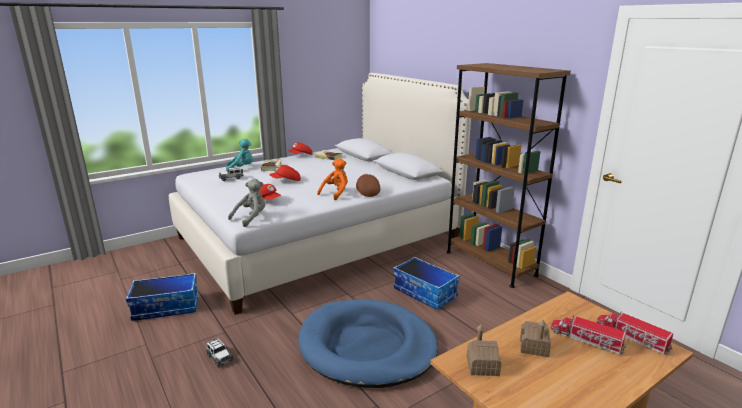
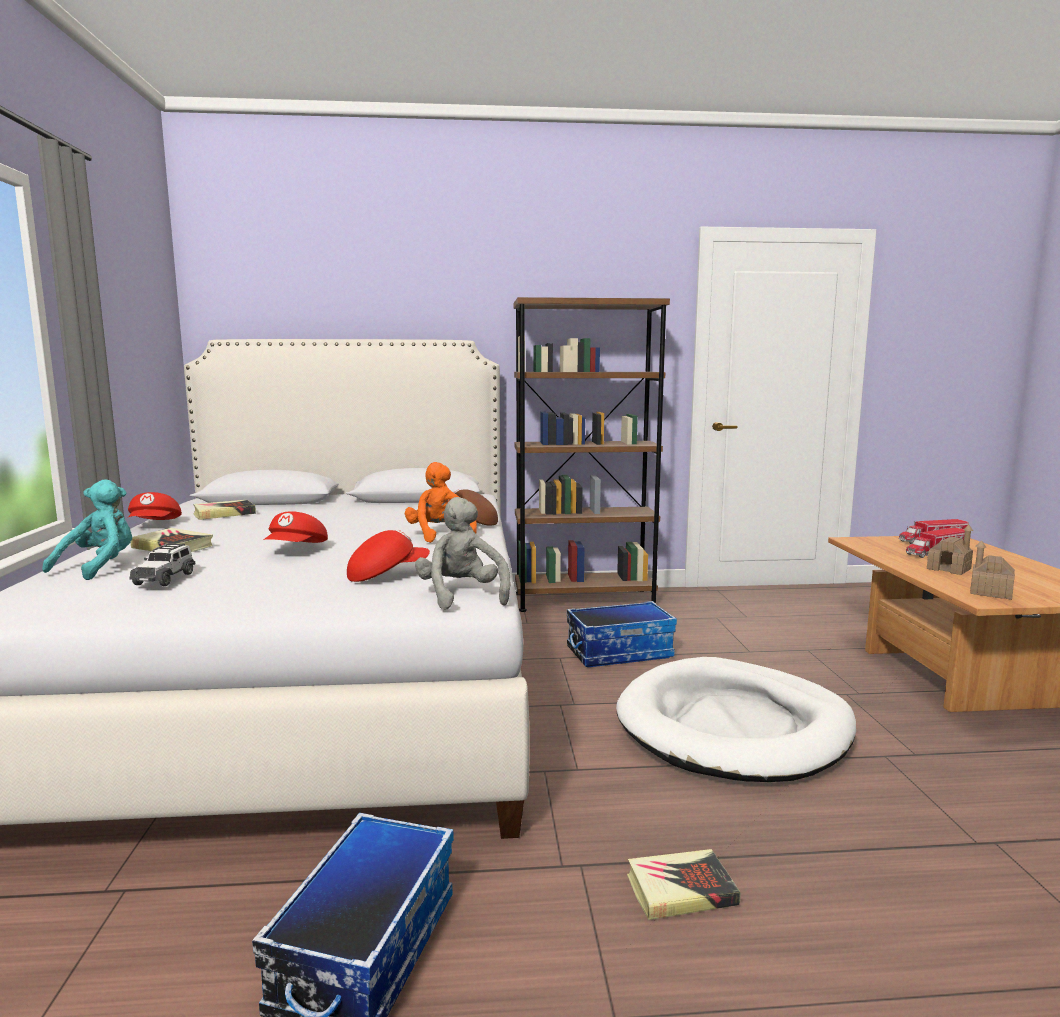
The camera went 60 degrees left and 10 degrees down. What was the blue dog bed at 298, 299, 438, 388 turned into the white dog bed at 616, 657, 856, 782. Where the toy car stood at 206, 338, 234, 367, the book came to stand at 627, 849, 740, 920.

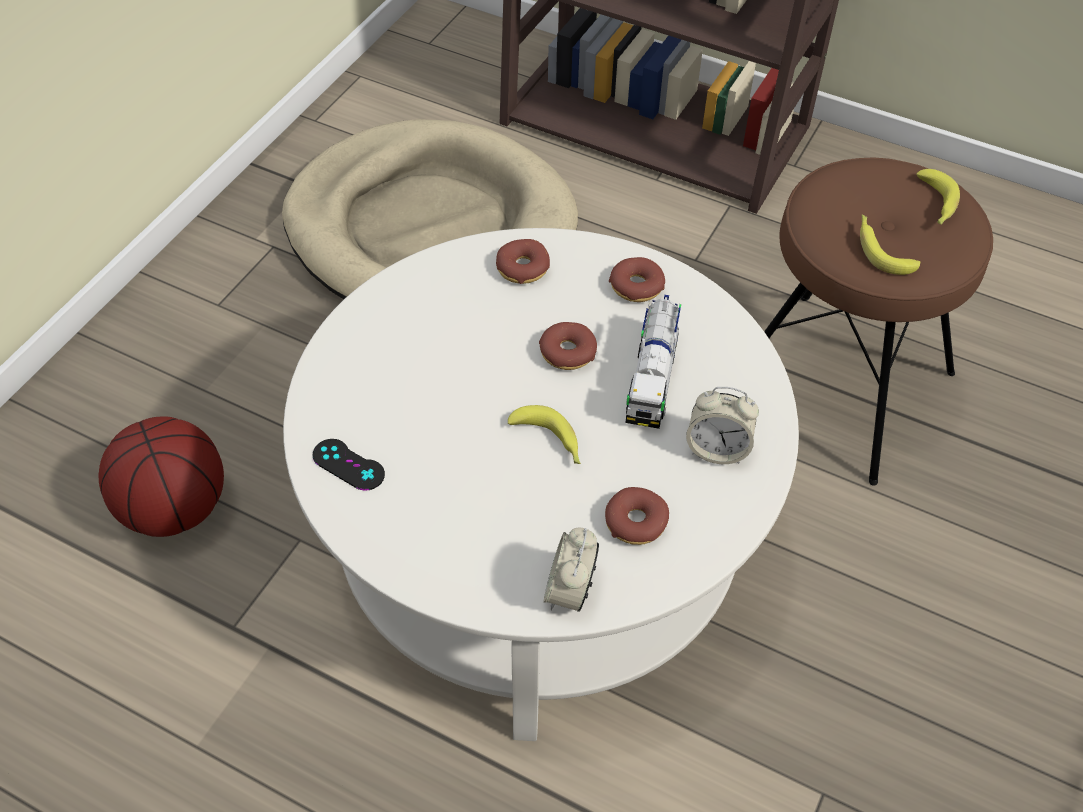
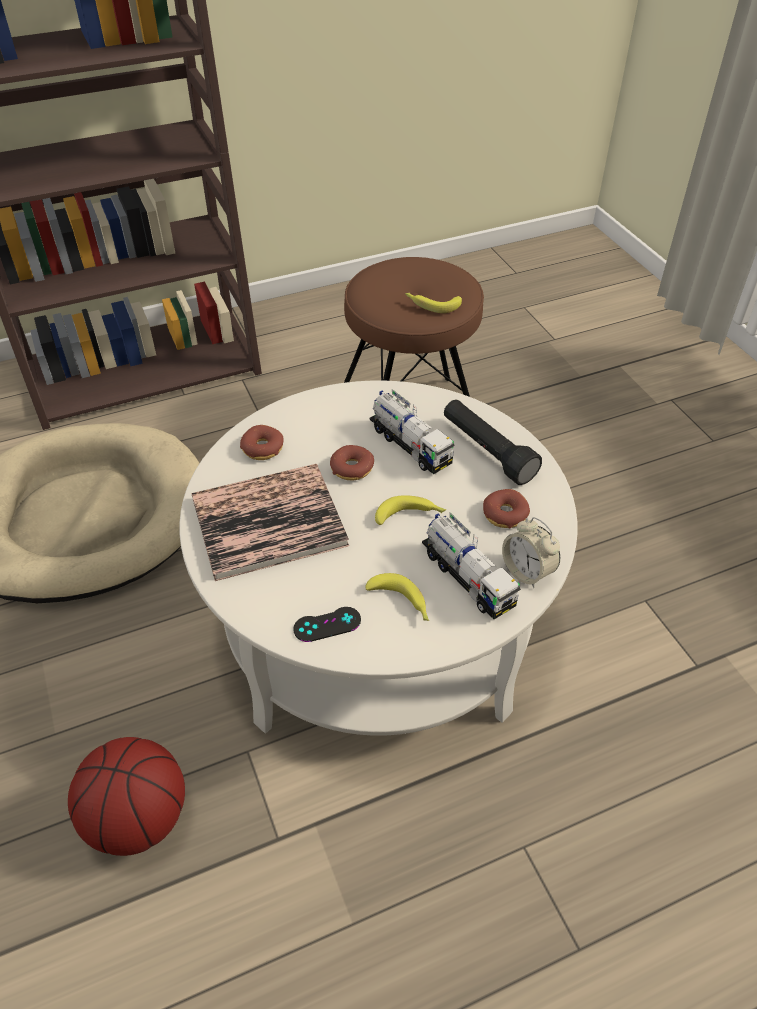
The camera went 50 degrees left and 5 degrees down. The banana ended up elsewhere, having gone from 916, 169, 960, 225 to 365, 573, 429, 621. The second view lost the donut at 609, 257, 665, 302. Where the alarm clock stood at 686, 387, 759, 464, the black flashlight came to stand at 444, 399, 542, 485. The second view gained the book at 191, 464, 349, 581. The second view gained the toy truck at 422, 513, 521, 619.

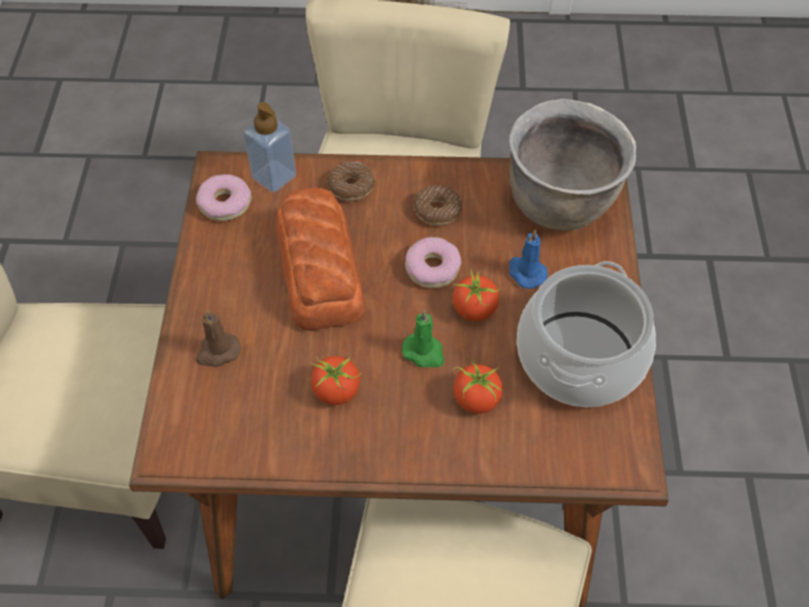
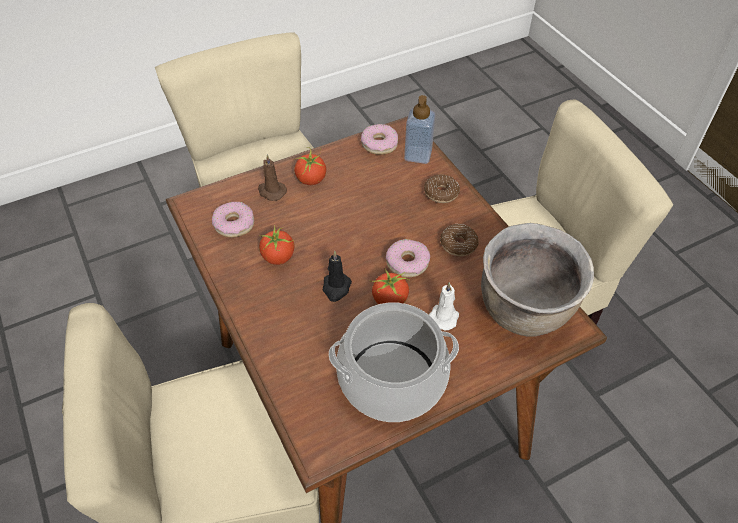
The camera went 60 degrees right and 5 degrees down. The second view lost the bread at 275, 188, 366, 331. What was the blue candle at 509, 230, 548, 289 turned into the white candle at 429, 282, 459, 330. What was the green candle at 402, 310, 444, 367 turned into the black candle at 323, 251, 352, 302. The tomato ended up elsewhere, having gone from 453, 354, 503, 414 to 294, 147, 326, 185. The second view gained the donut at 212, 201, 254, 237.

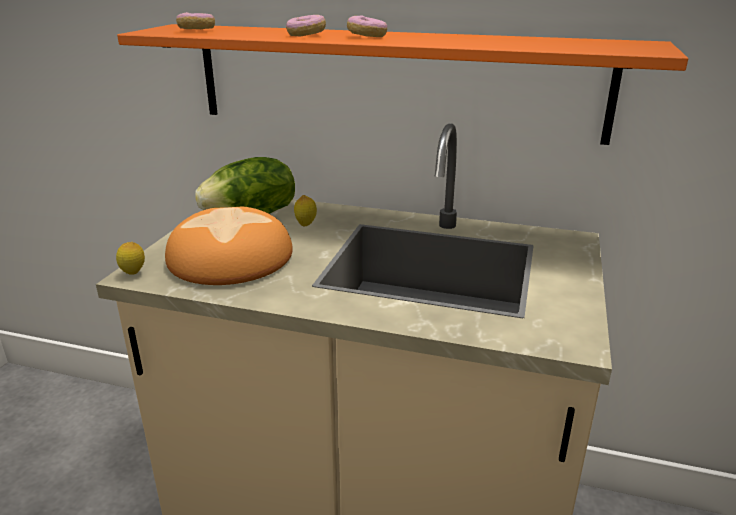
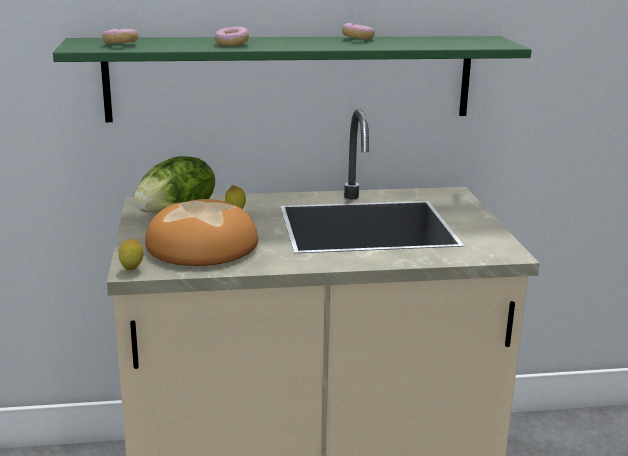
The camera went 25 degrees left and 5 degrees down. The donut ended up elsewhere, having gone from 347, 15, 387, 37 to 342, 23, 375, 40. What was the orange shelf at 117, 24, 688, 145 turned into the green shelf at 53, 36, 532, 122.

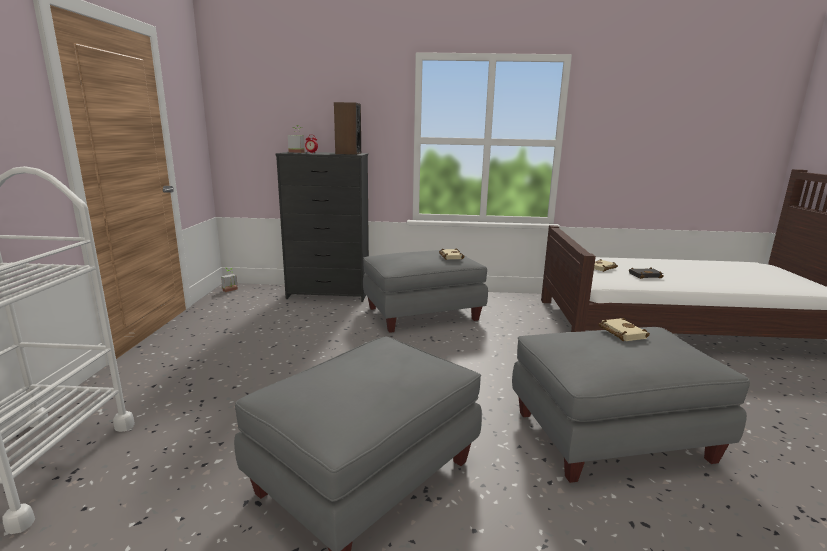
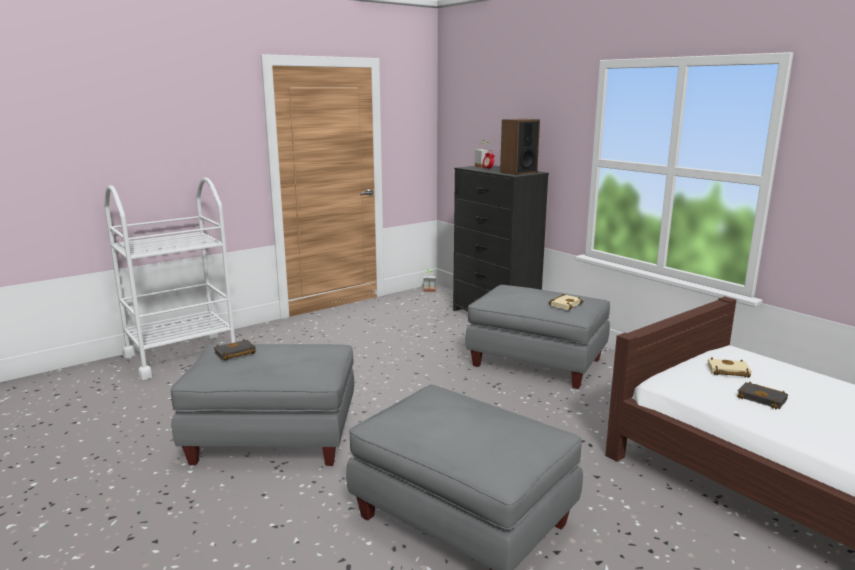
The camera went 50 degrees right and 0 degrees up. The second view lost the beige book at 598, 318, 650, 341. The second view gained the black book at 214, 339, 256, 361.

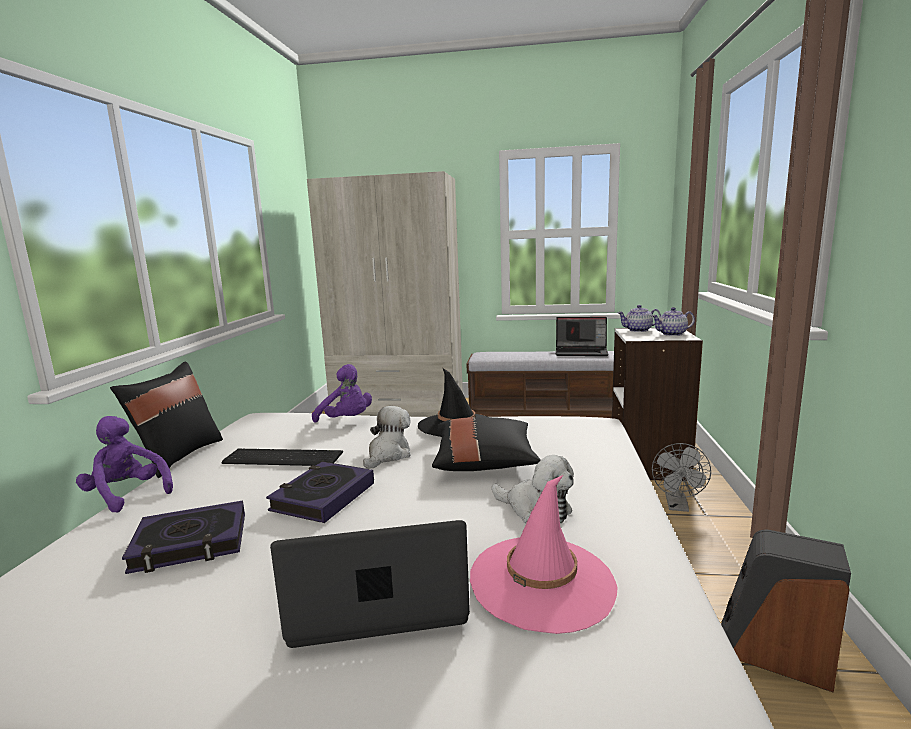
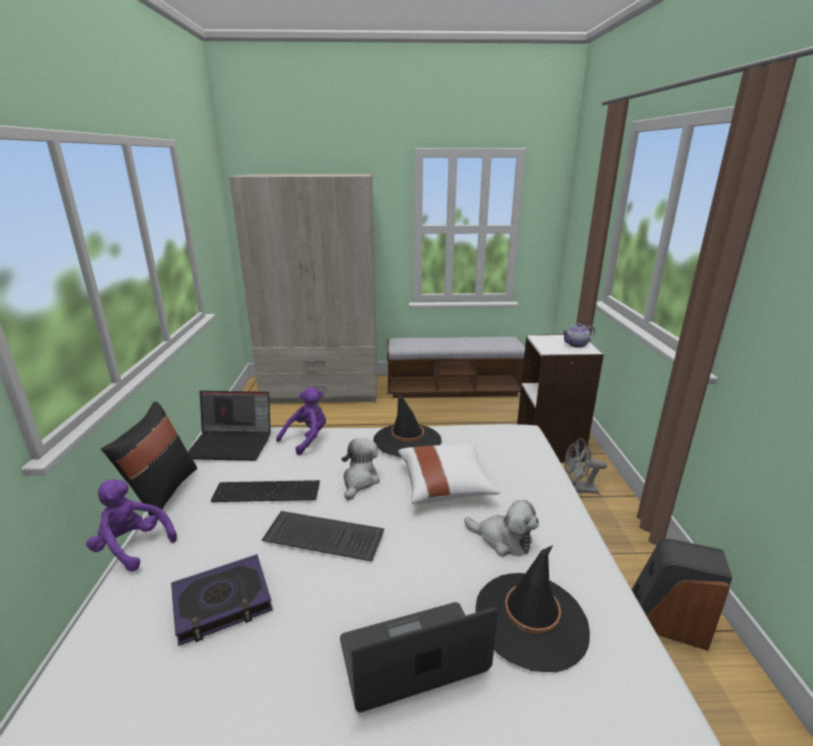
The camera went 10 degrees left and 10 degrees up. The second view lost the teapot at 618, 305, 661, 332. The laptop ended up elsewhere, having gone from 556, 317, 609, 356 to 188, 391, 271, 461. The purple plush toy at 312, 364, 372, 423 ended up facing another way, 75 degrees counterclockwise from before. What was the black pillow at 432, 417, 541, 471 turned into the white pillow at 398, 444, 500, 504. The grey fan at 652, 443, 711, 512 ended up facing another way, 90 degrees clockwise from before. Where the book stood at 266, 462, 374, 523, the keyboard came to stand at 262, 511, 385, 562. What was the pink hat at 470, 475, 617, 634 turned into the black hat at 475, 545, 590, 672.

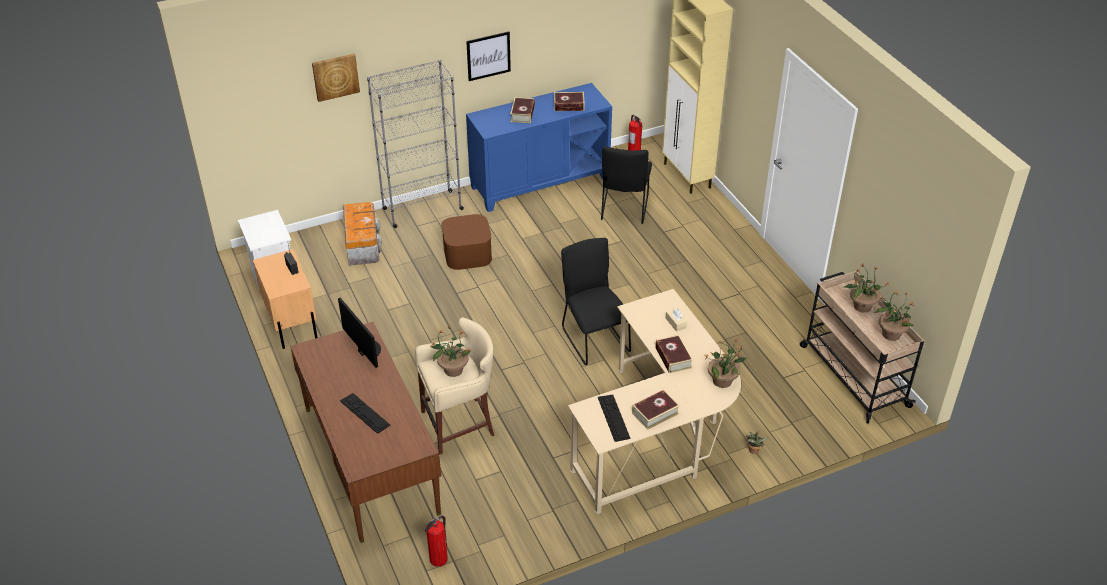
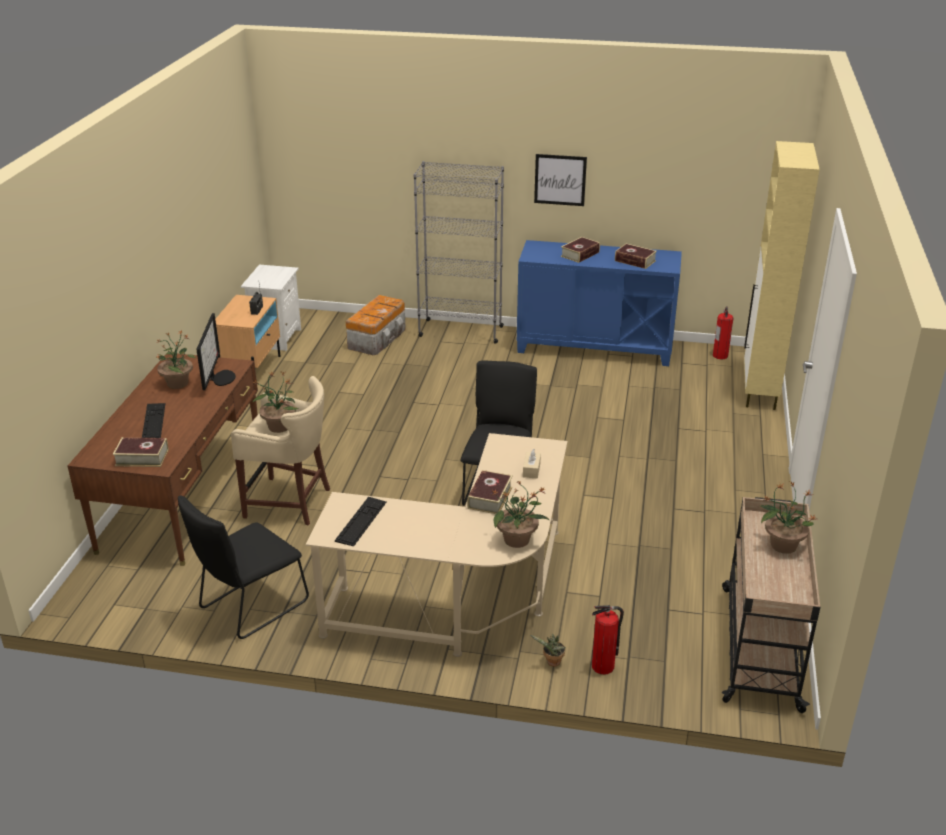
The camera went 35 degrees right and 10 degrees down. The second view lost the picture at 312, 54, 360, 102. The black chair ended up elsewhere, having gone from 601, 147, 652, 224 to 178, 496, 309, 639. The second view lost the brown storage box at 441, 214, 492, 270. The potted plant ended up elsewhere, having gone from 875, 291, 915, 341 to 156, 331, 196, 389. The book ended up elsewhere, having gone from 632, 390, 680, 430 to 113, 437, 169, 467. The fire extinguisher ended up elsewhere, having gone from 425, 516, 448, 567 to 592, 605, 624, 674.

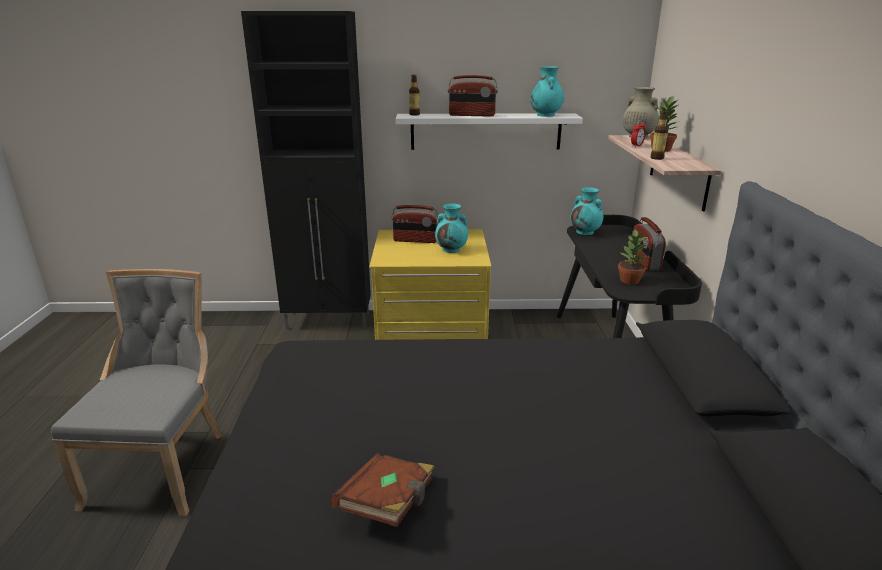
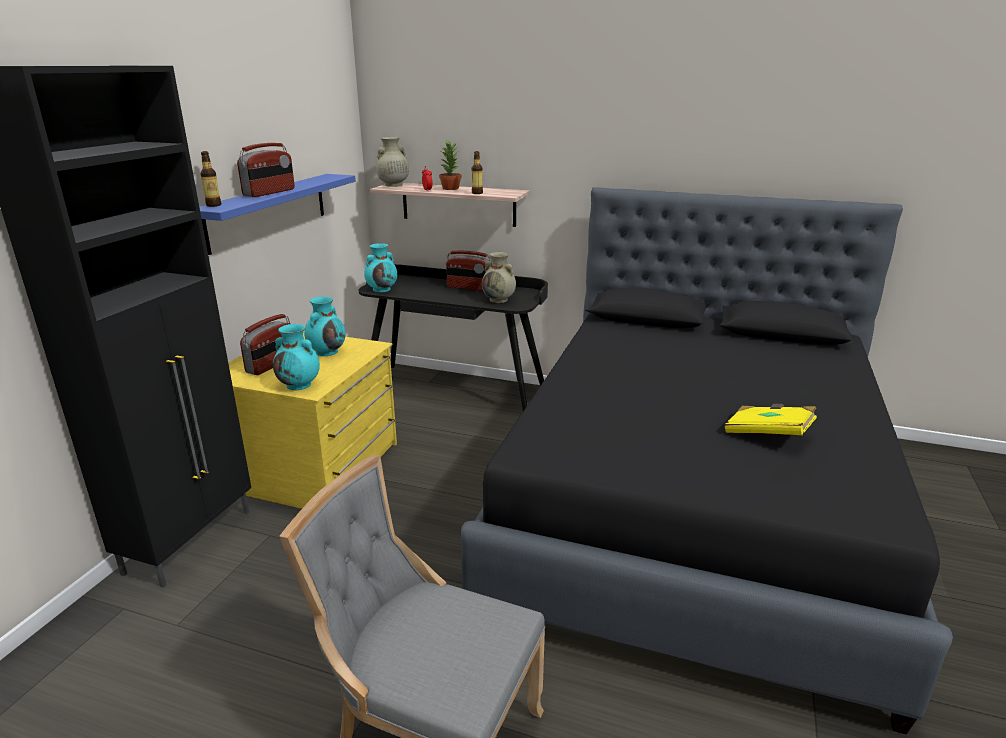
The camera went 70 degrees left and 0 degrees up. The turquoise vase ended up elsewhere, having gone from 530, 66, 564, 117 to 273, 324, 320, 390. What was the white shelf at 395, 113, 583, 150 turned into the blue shelf at 199, 174, 356, 255. Where the potted plant stood at 618, 230, 648, 284, the beige vase came to stand at 482, 252, 516, 303. What was the brown book at 330, 454, 434, 527 turned into the yellow book at 725, 404, 817, 435.

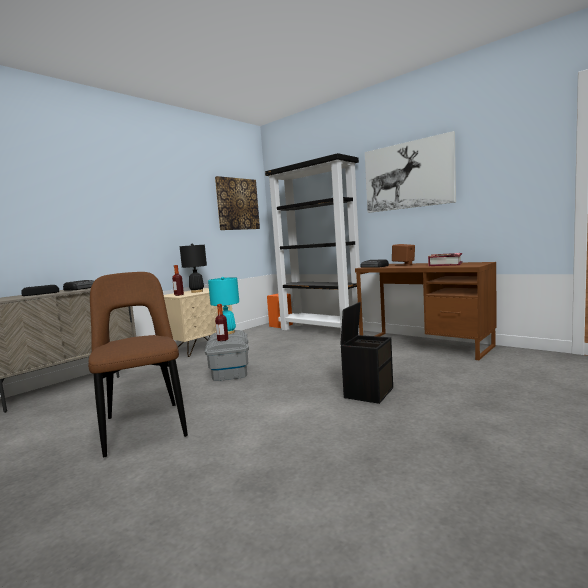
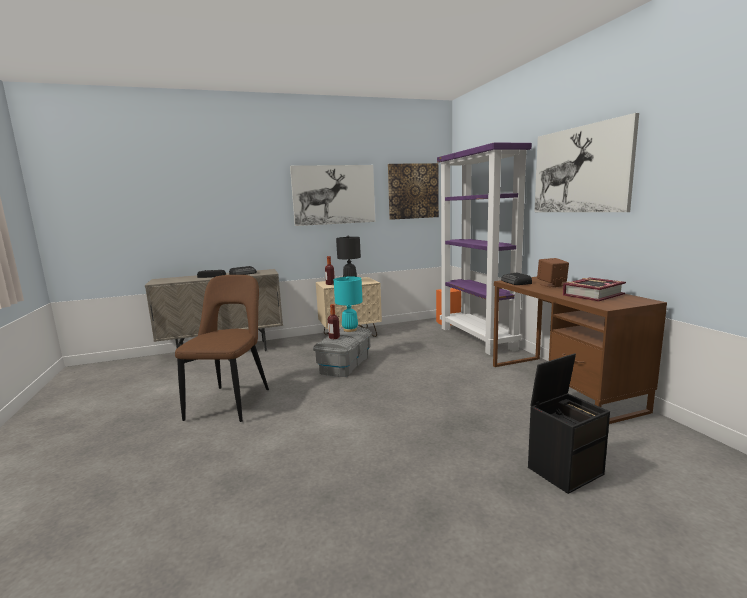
The camera went 30 degrees right and 5 degrees up. What was the black bookcase at 265, 153, 365, 333 turned into the purple bookcase at 437, 142, 532, 355. The black storage box ended up elsewhere, having gone from 340, 302, 393, 404 to 528, 353, 610, 494. The second view gained the picture at 290, 165, 375, 226.

